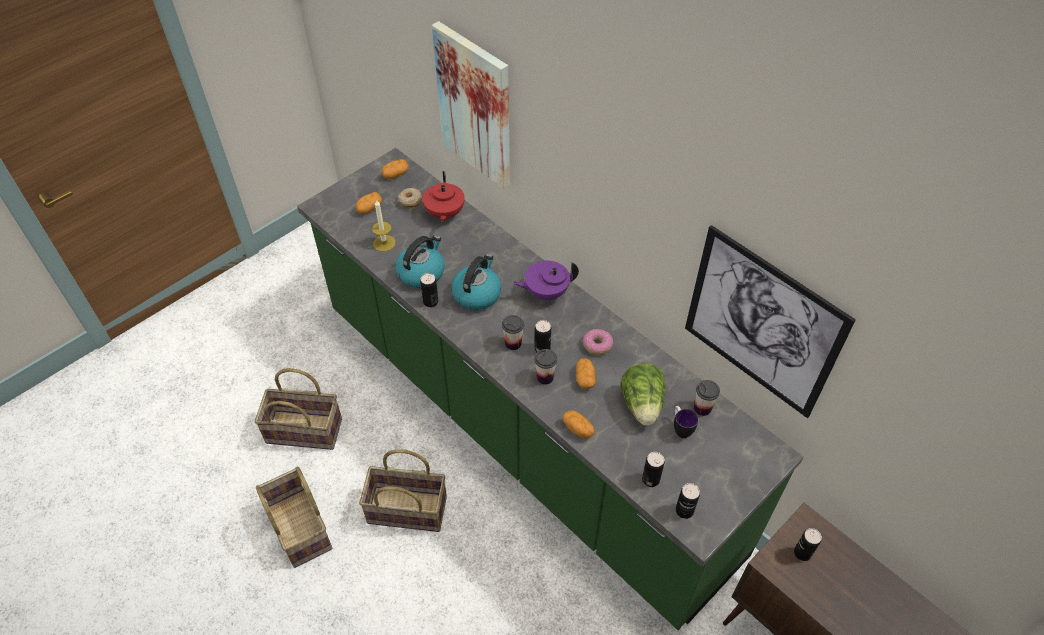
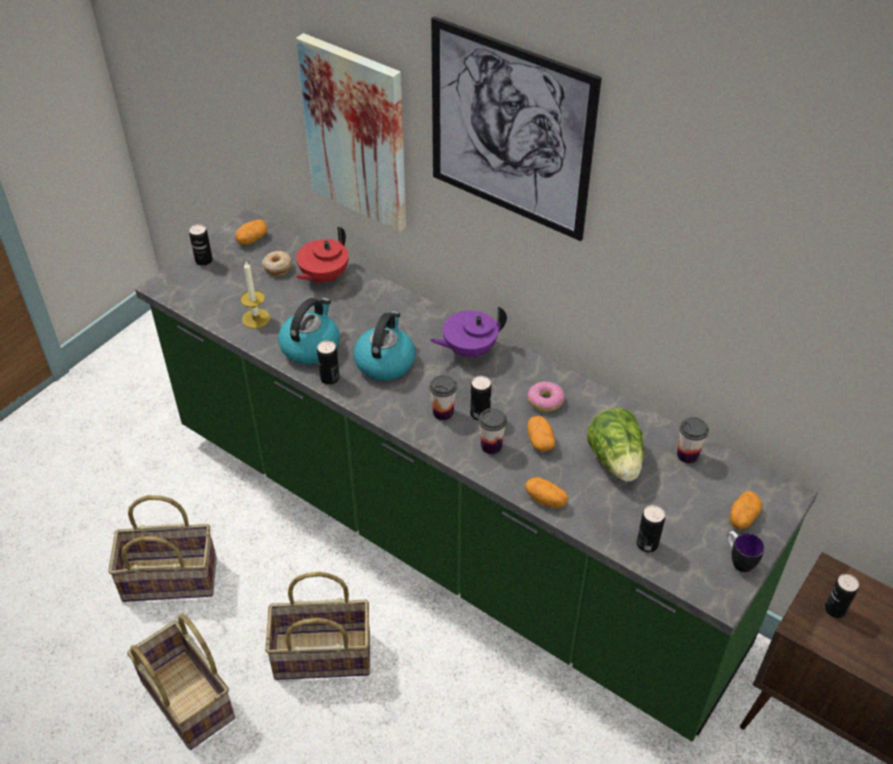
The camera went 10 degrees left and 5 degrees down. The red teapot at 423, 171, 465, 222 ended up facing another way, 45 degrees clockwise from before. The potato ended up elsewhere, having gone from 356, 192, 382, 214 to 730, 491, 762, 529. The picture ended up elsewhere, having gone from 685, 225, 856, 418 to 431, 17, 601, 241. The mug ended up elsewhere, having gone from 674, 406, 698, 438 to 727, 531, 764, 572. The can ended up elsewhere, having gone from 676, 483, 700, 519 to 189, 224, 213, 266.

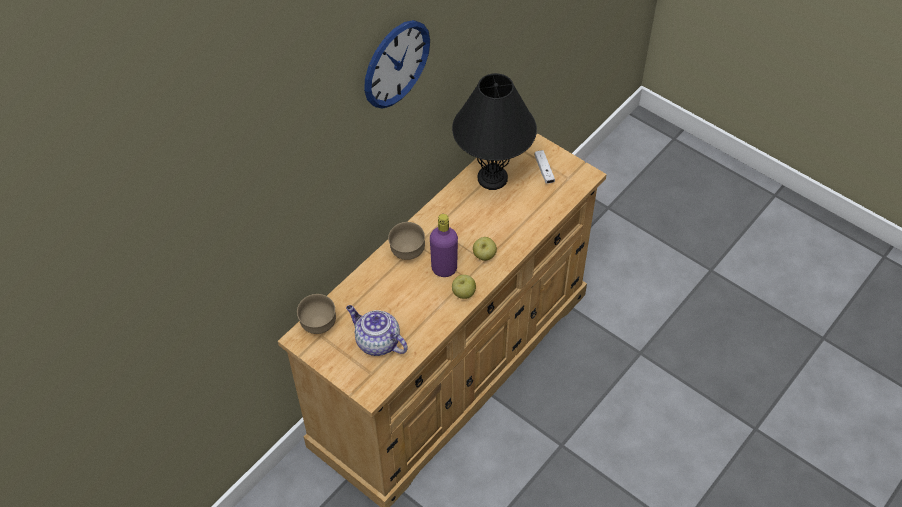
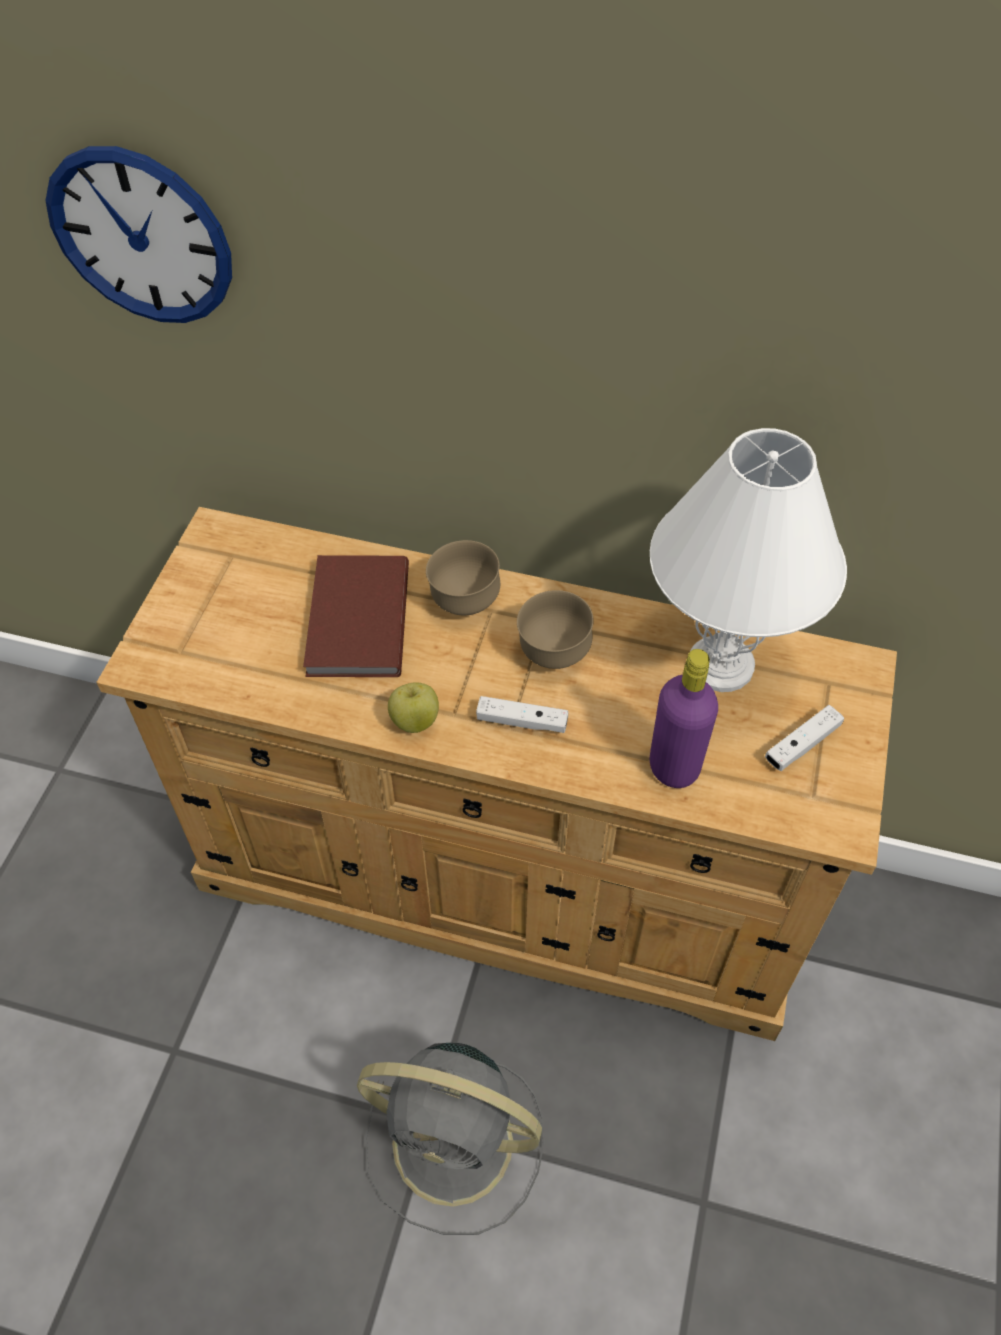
The camera went 65 degrees right and 0 degrees up. The wall clock ended up elsewhere, having gone from 364, 20, 430, 109 to 45, 146, 232, 323. What was the black table lamp at 452, 73, 537, 190 turned into the white table lamp at 650, 428, 847, 692. The purple bottle ended up elsewhere, having gone from 430, 214, 458, 277 to 650, 649, 718, 788. Where the apple stood at 473, 237, 497, 261, the white game controller came to stand at 476, 696, 568, 733. The brown bowl ended up elsewhere, having gone from 297, 294, 336, 334 to 517, 590, 594, 669. The second view lost the teapot at 346, 305, 408, 356. The second view gained the brown book at 303, 555, 409, 677. The second view gained the grey fan at 357, 1043, 544, 1235.

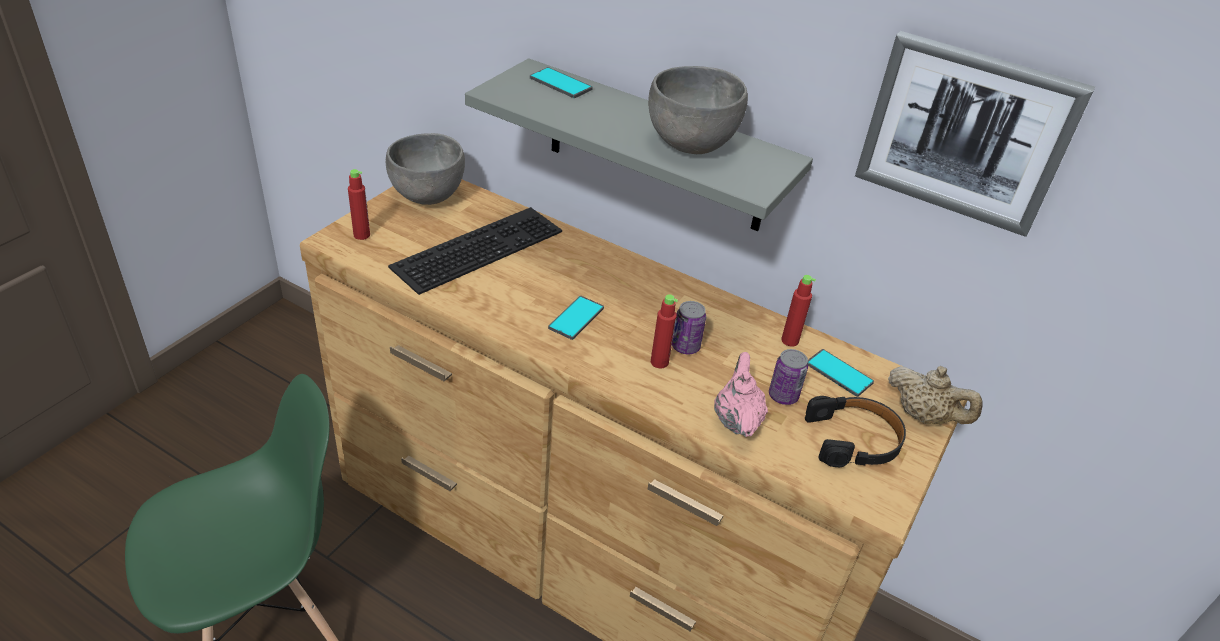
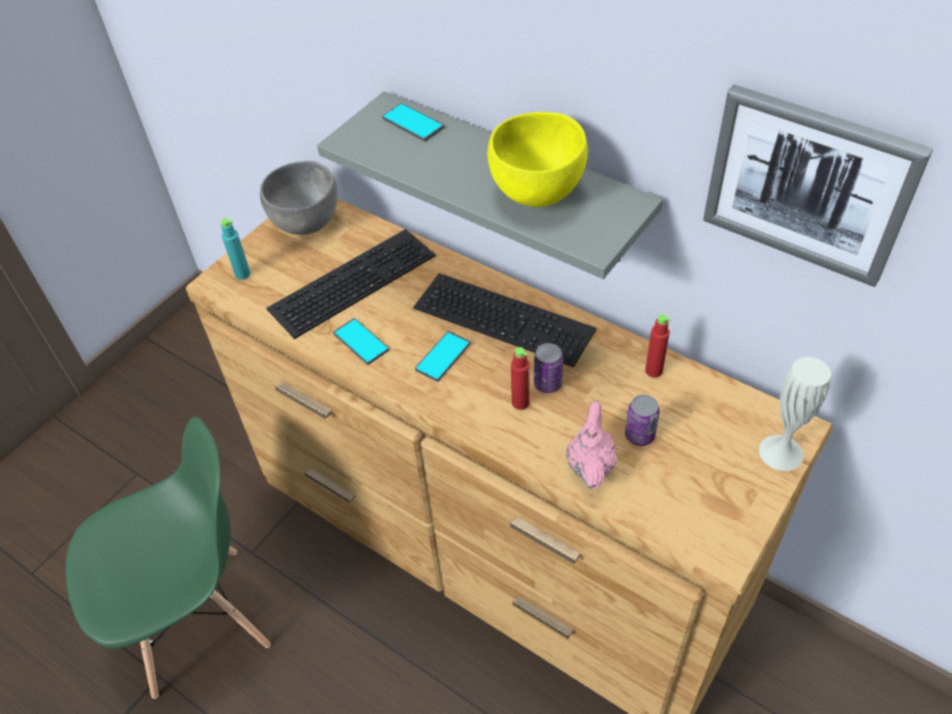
The camera went 10 degrees right and 10 degrees up. What was the grey bowl at 648, 66, 748, 154 turned into the yellow bowl at 487, 112, 588, 207. What was the red bottle at 348, 169, 370, 240 turned into the turquoise bottle at 221, 218, 251, 280. The phone ended up elsewhere, having gone from 808, 349, 874, 397 to 333, 318, 389, 365. Where the beige teapot stood at 888, 366, 983, 424, the white vase came to stand at 759, 357, 831, 471. The second view lost the black headphones at 805, 396, 906, 467. The second view gained the keyboard at 413, 273, 596, 367.

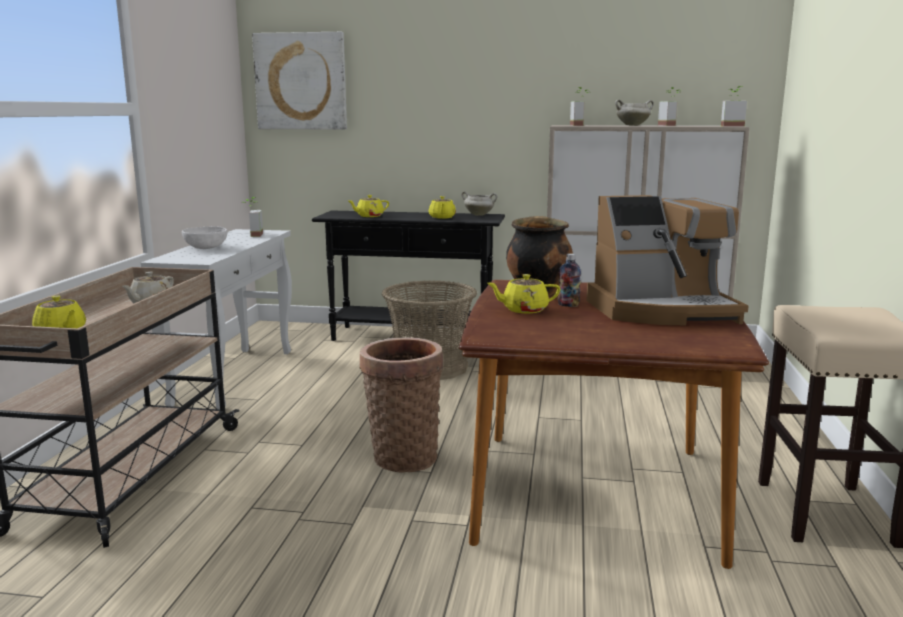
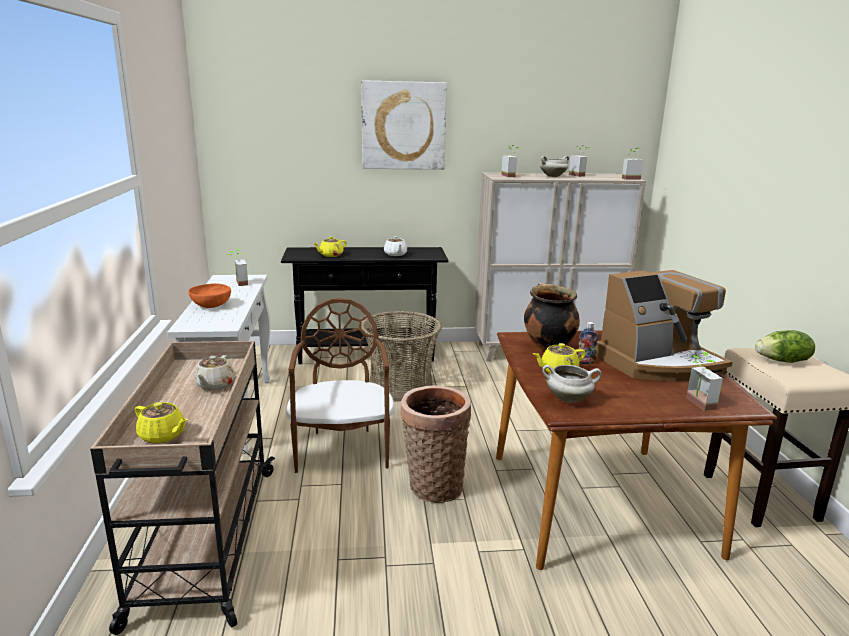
The camera went 15 degrees left and 5 degrees up. The picture ended up elsewhere, having gone from 252, 32, 347, 130 to 361, 80, 447, 170. The white cooking pot ended up elsewhere, having gone from 461, 191, 497, 216 to 542, 365, 601, 403. What was the yellow teapot at 429, 196, 456, 219 turned into the white teapot at 384, 236, 407, 256. What was the white bowl at 182, 226, 228, 249 turned into the orange bowl at 188, 283, 231, 308. The second view gained the brown chair at 286, 298, 394, 473. The second view gained the lettuce at 755, 330, 815, 363. The second view gained the potted plant at 686, 352, 723, 411.

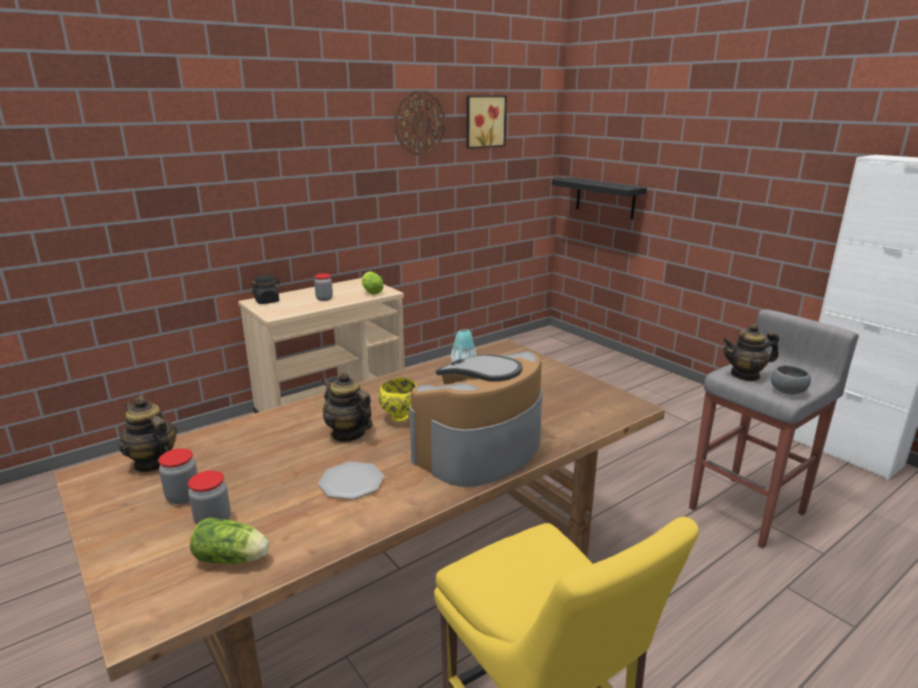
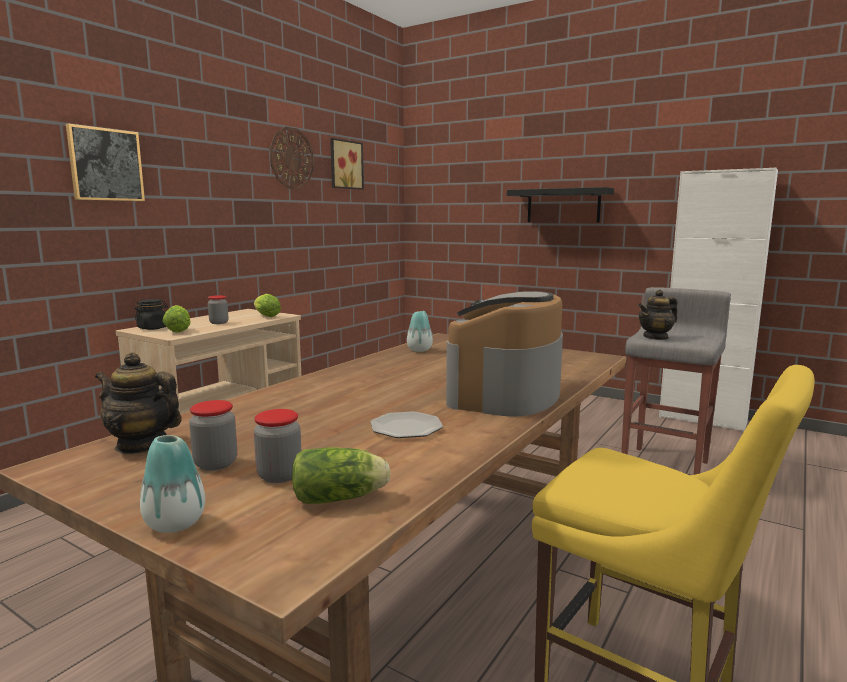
The camera went 20 degrees left and 10 degrees down. The black shelf ended up elsewhere, having gone from 552, 177, 647, 220 to 507, 187, 614, 223. The second view lost the grey bowl at 771, 365, 811, 395. The second view lost the teapot at 322, 372, 373, 442. The second view lost the yellow bowl at 378, 377, 417, 422. The second view gained the picture at 66, 123, 145, 201. The second view gained the lettuce at 162, 305, 191, 333. The second view gained the vase at 140, 435, 205, 533.

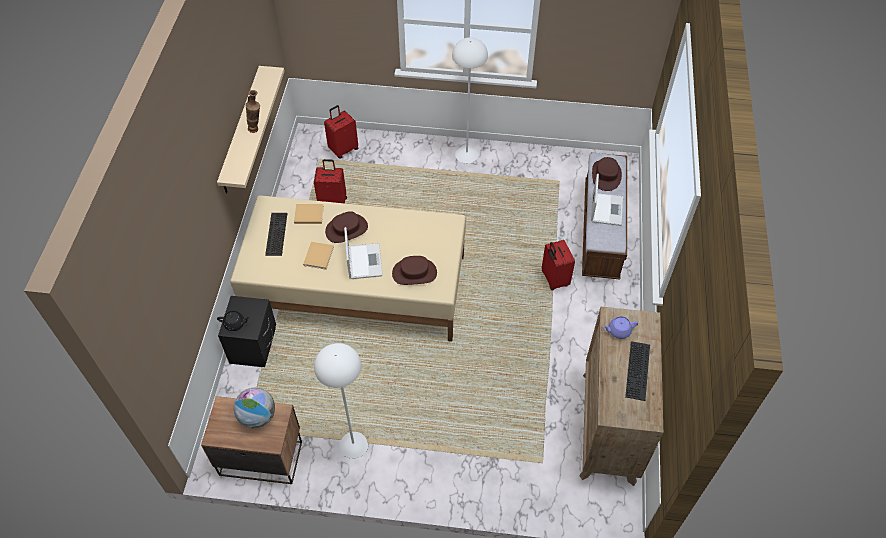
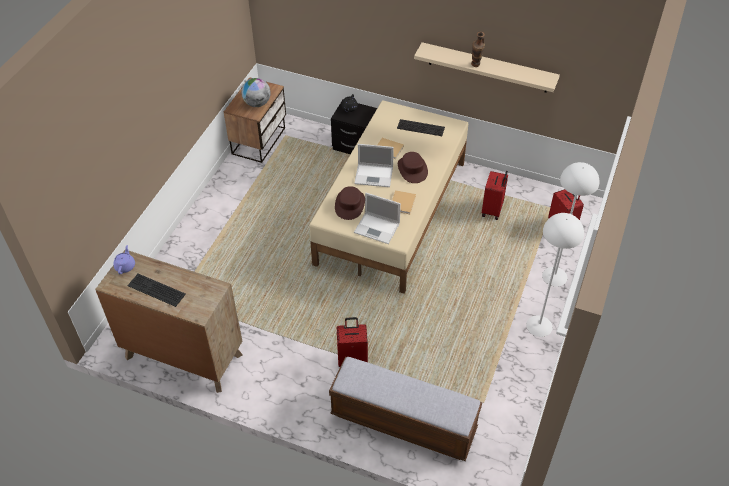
The camera went 105 degrees right and 5 degrees down. The second view lost the brown hat at 592, 157, 622, 191. The laptop ended up elsewhere, having gone from 591, 174, 623, 226 to 354, 193, 401, 244. The beige book ended up elsewhere, having gone from 294, 204, 324, 224 to 392, 190, 416, 214. The purple teapot ended up elsewhere, having gone from 602, 316, 638, 339 to 113, 245, 135, 274. The white floor lamp ended up elsewhere, having gone from 314, 343, 368, 459 to 542, 162, 599, 287.

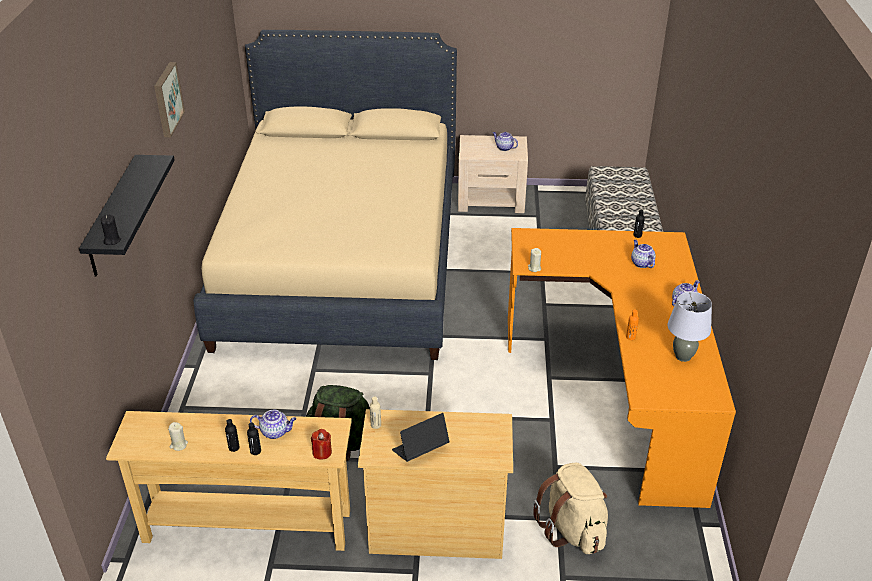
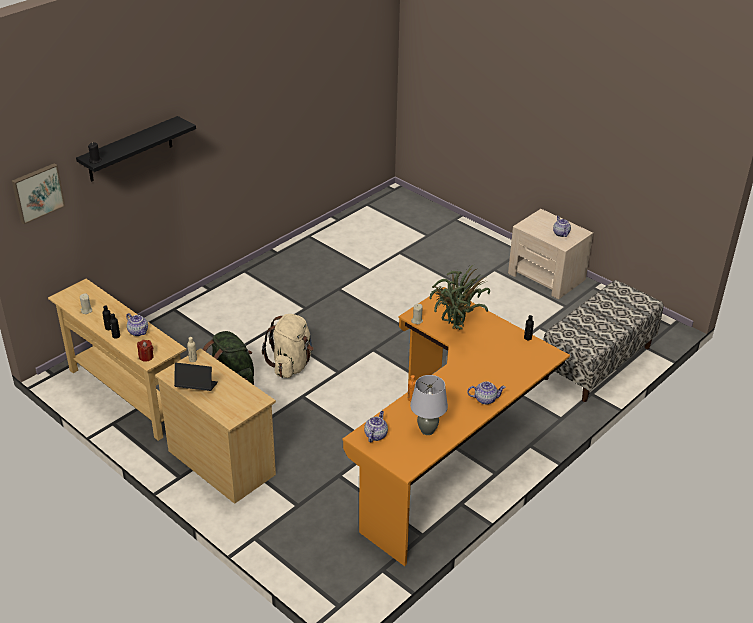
The camera went 40 degrees right and 0 degrees up. The second view lost the beige bed at 193, 30, 457, 360. The picture ended up elsewhere, having gone from 154, 62, 185, 137 to 12, 163, 65, 224. The teapot ended up elsewhere, having gone from 631, 240, 656, 268 to 364, 411, 388, 442. The beige backpack ended up elsewhere, having gone from 533, 463, 608, 554 to 262, 314, 314, 378. The second view gained the potted plant at 430, 265, 490, 330.

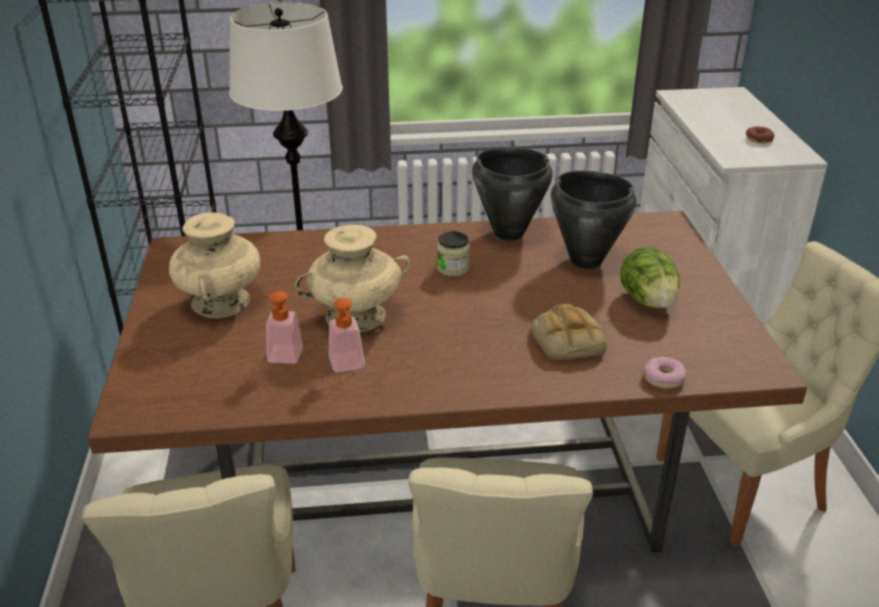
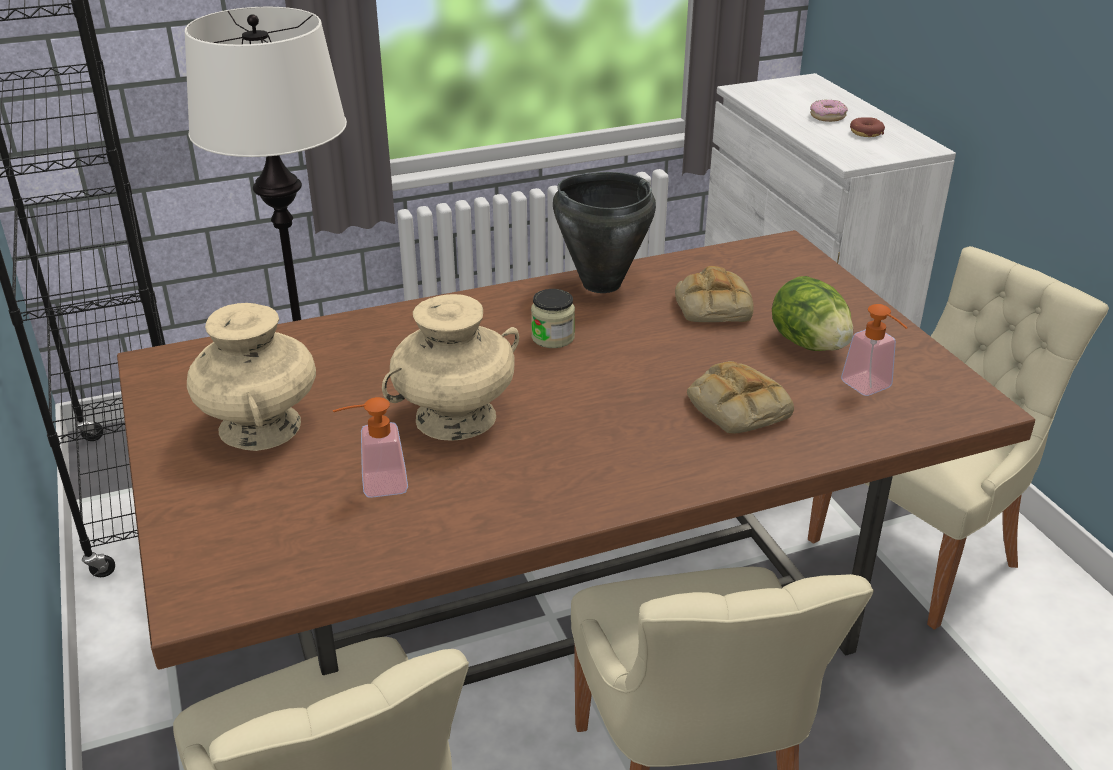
The camera went 15 degrees left and 0 degrees up. Where the black cooking pot stood at 551, 170, 637, 269, the bread came to stand at 675, 266, 753, 322. The soap dispenser ended up elsewhere, having gone from 329, 298, 365, 372 to 841, 304, 908, 396. The donut ended up elsewhere, having gone from 644, 357, 687, 389 to 810, 100, 848, 122.

